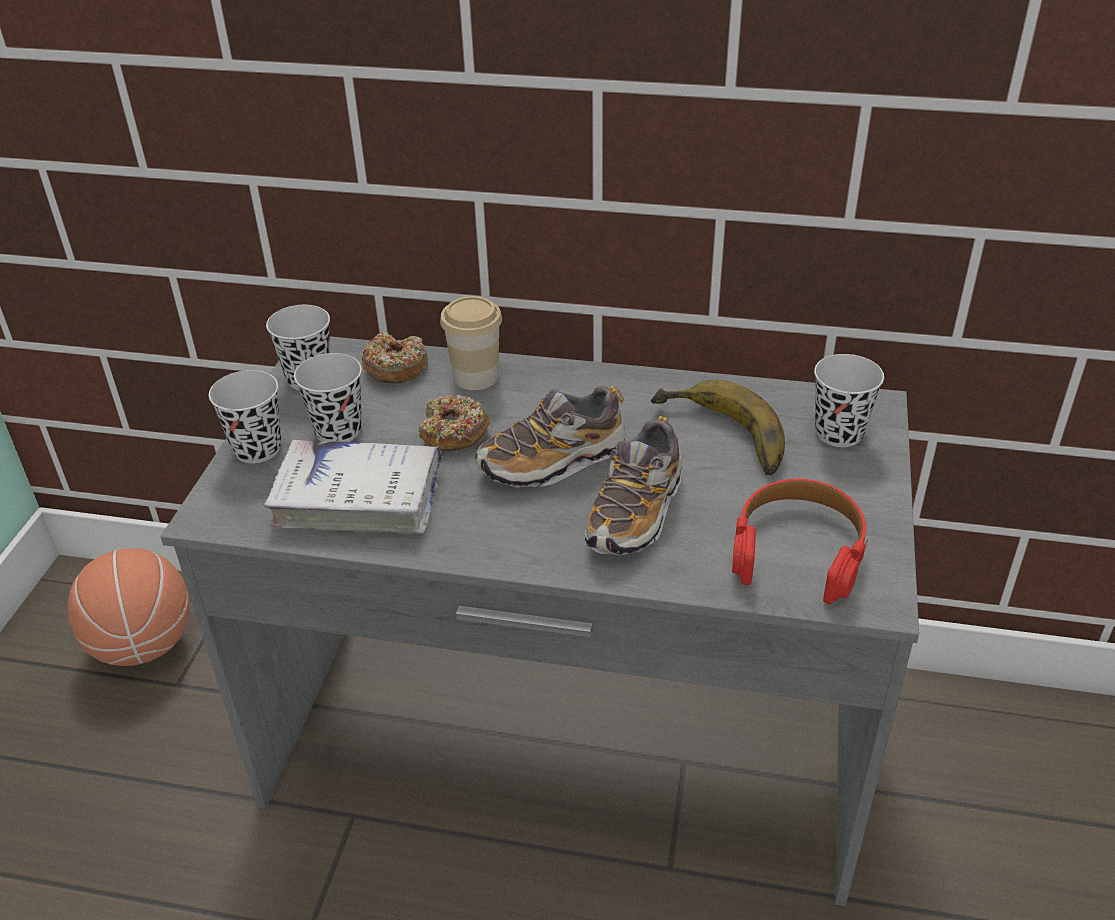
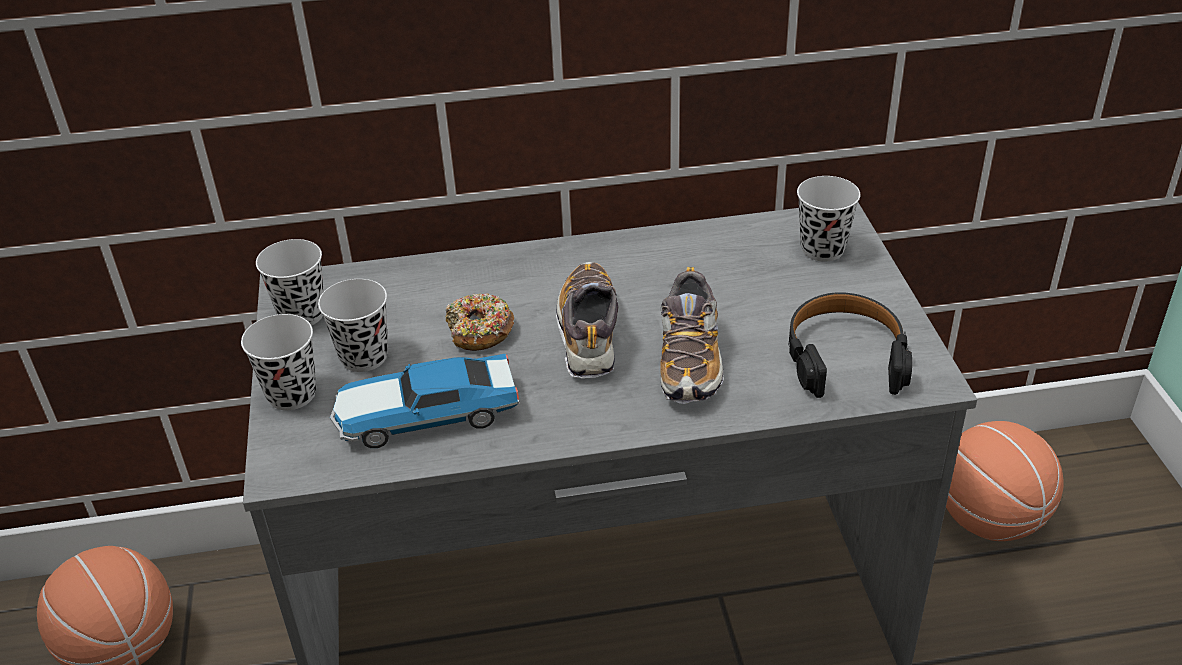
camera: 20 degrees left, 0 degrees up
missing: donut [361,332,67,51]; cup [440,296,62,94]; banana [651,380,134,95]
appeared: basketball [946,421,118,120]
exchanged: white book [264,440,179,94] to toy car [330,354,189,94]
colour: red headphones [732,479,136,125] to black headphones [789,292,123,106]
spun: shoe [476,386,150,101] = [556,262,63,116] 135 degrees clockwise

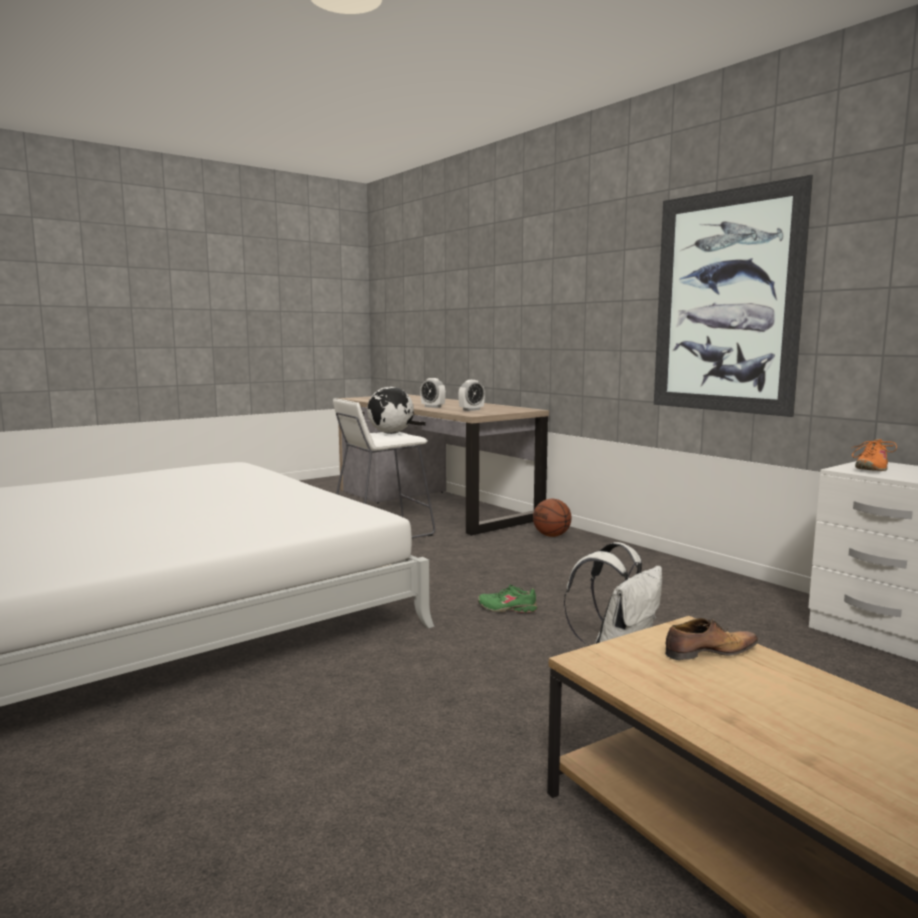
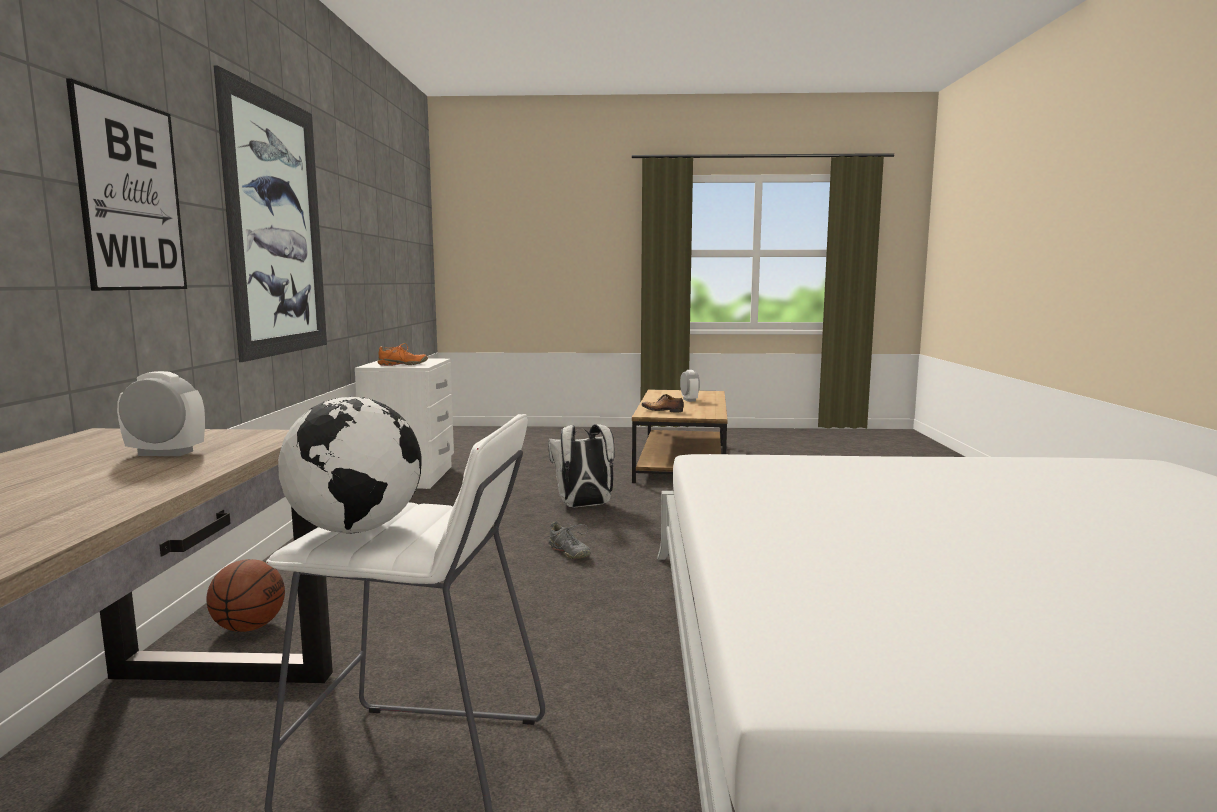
camera: 140 degrees left, 0 degrees up
appeared: picture [66,78,121,213]
relocated: alarm clock [420,378,26,30] to [680,370,20,32]
colour: green shoe [478,585,60,28] to grey shoe [544,521,47,38]

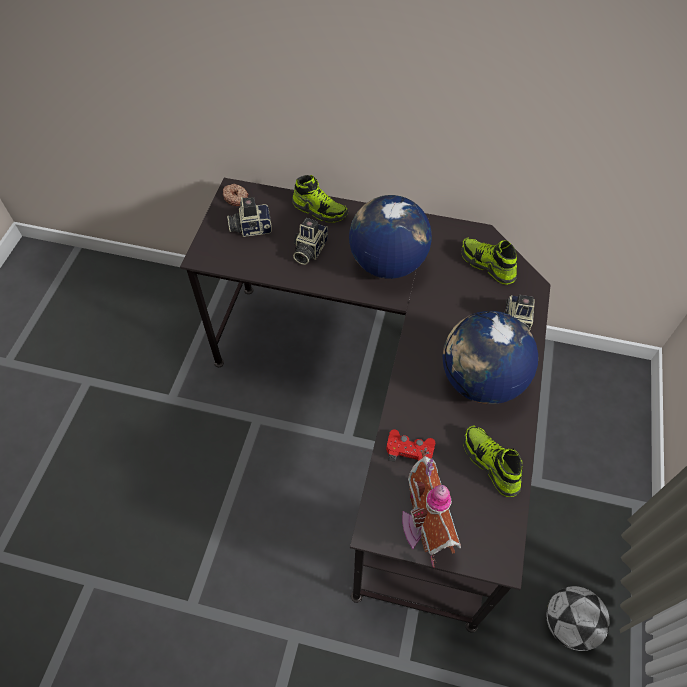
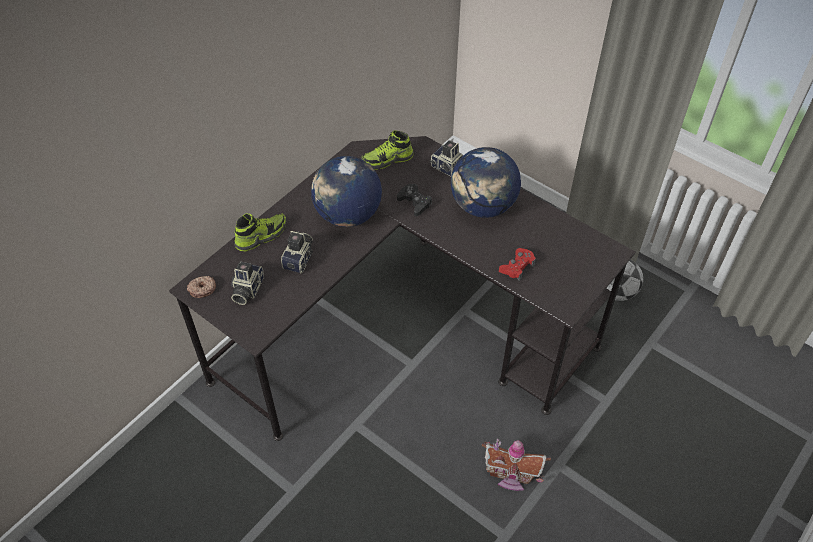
camera: 65 degrees left, 5 degrees down
missing: shoe [463,425,60,72]
appeared: black game controller [397,184,35,32]
relocated: toy house [402,449,59,119] to [482,439,69,52]
spun: photo camera [293,218,35,47] = [281,231,32,42] 120 degrees counterclockwise

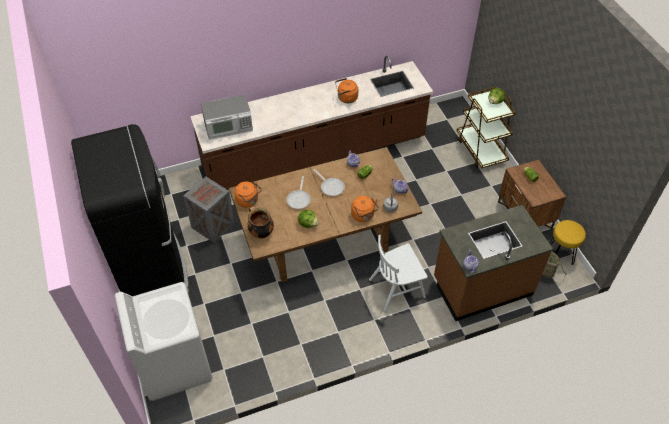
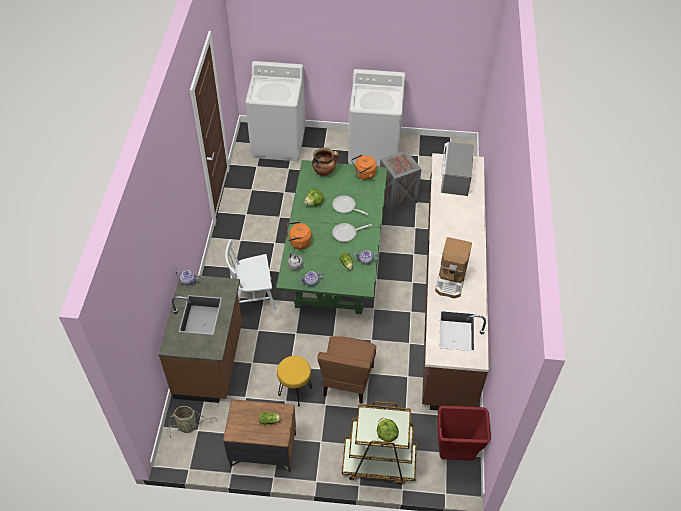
camera: 115 degrees right, 0 degrees up
appeared: brown chair [318,336,59,68]; red trash can [438,406,53,55]
relocated: yellow stool [549,220,37,45] to [277,356,35,50]
exchanged: black fridge [71,124,118,172] to white washing machine [348,69,57,98]; orange kettle [335,78,23,25] to coffee machine [435,237,37,61]
colour: brown dining table [229,147,193,135] to green dining table [276,160,112,154]
spun: white chair [369,235,59,76] = [225,239,52,71] 105 degrees counterclockwise

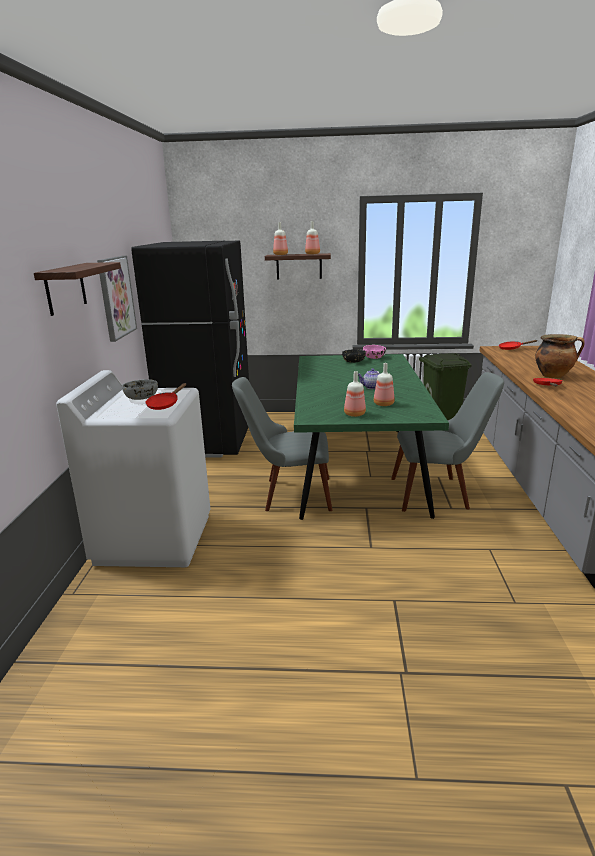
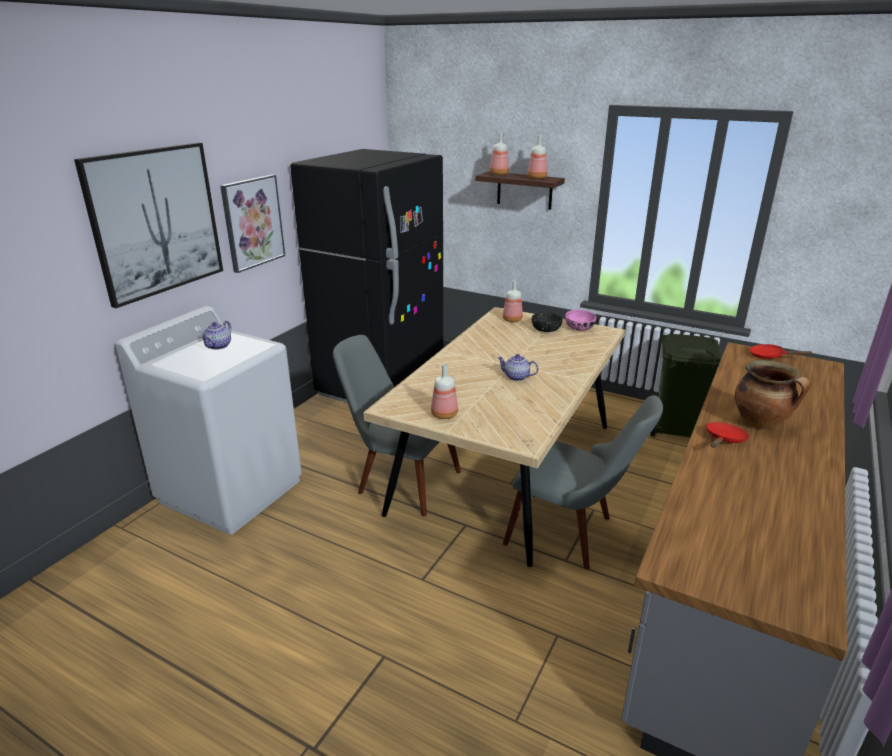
camera: 25 degrees right, 5 degrees up
missing: red frying pan [146,383,40,27]
relocated: bottle [374,363,21,43] to [503,280,20,42]
exchanged: shelf [34,262,87,54] to picture [74,142,149,166]; grey bowl [122,379,36,21] to teapot [200,321,32,29]
colour: green dining table [294,354,155,166] to beige dining table [363,307,262,260]

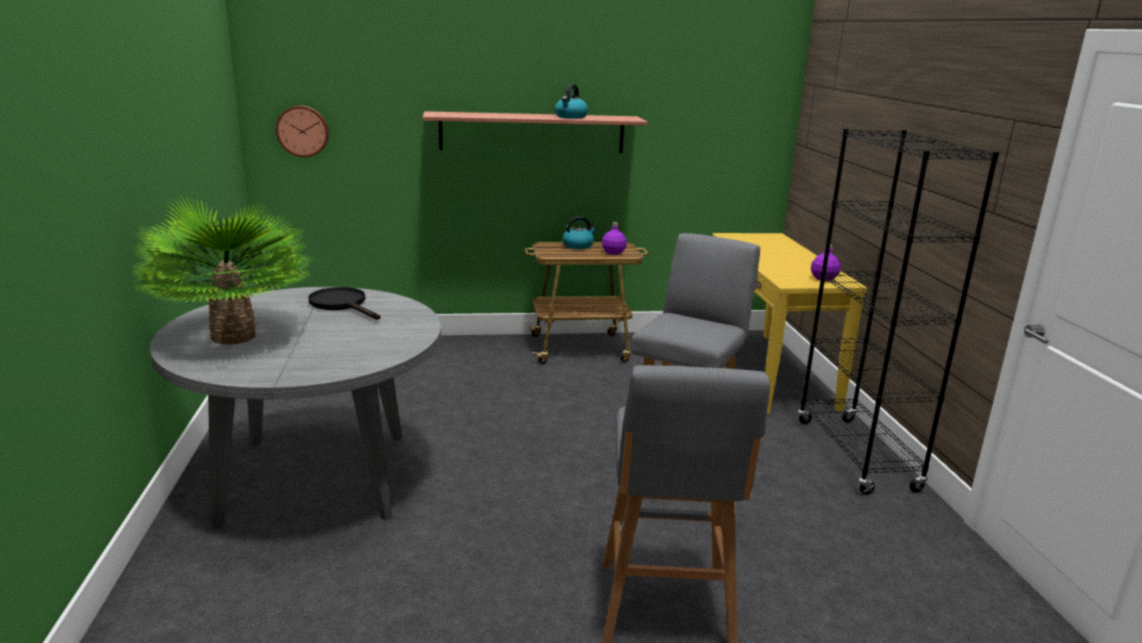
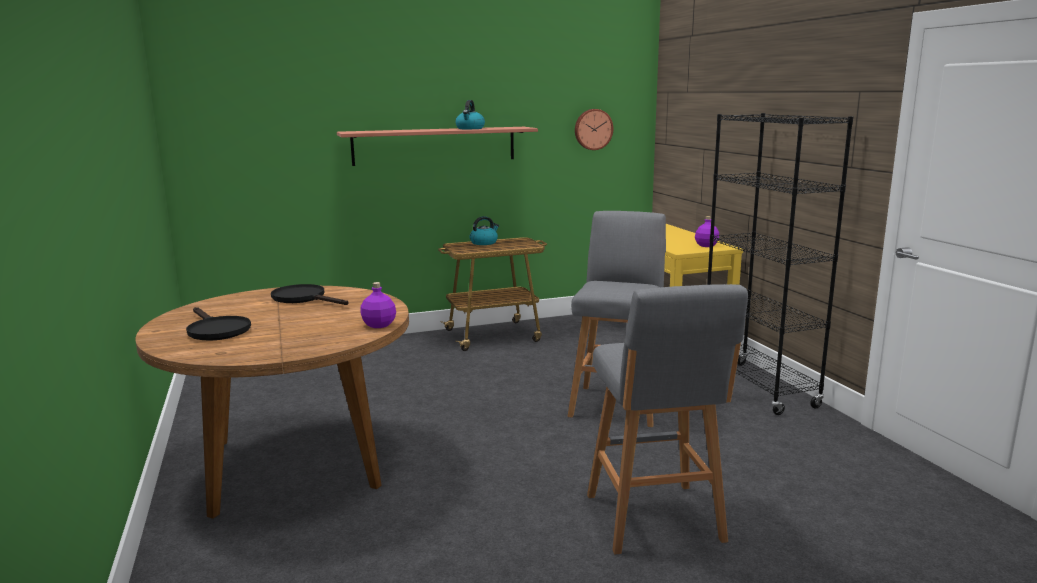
camera: 10 degrees left, 5 degrees down
relocated: purple bottle [602,222,25,33] to [360,282,36,46]; wall clock [276,106,53,51] to [575,109,38,41]
exchanged: potted plant [130,196,181,149] to black frying pan [186,307,65,34]
colour: grey dining table [150,287,291,242] to brown dining table [136,286,273,233]

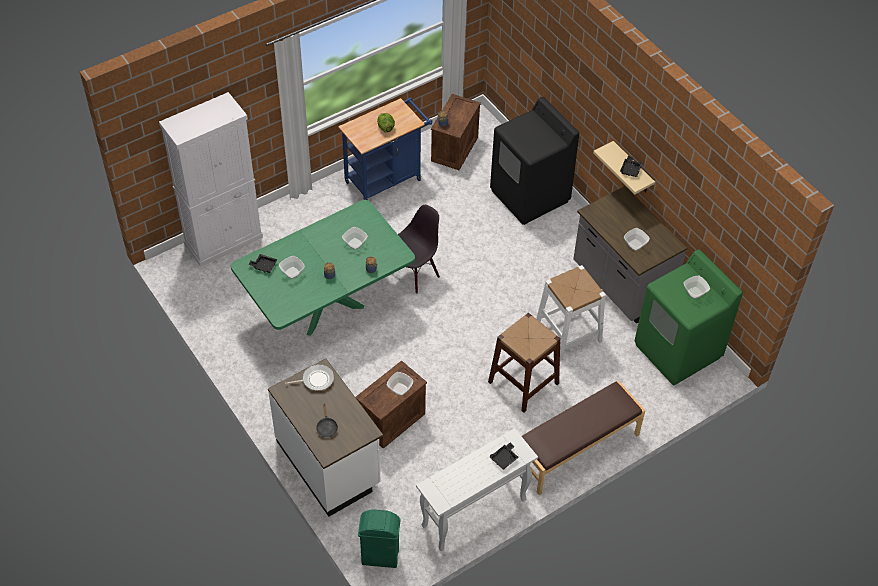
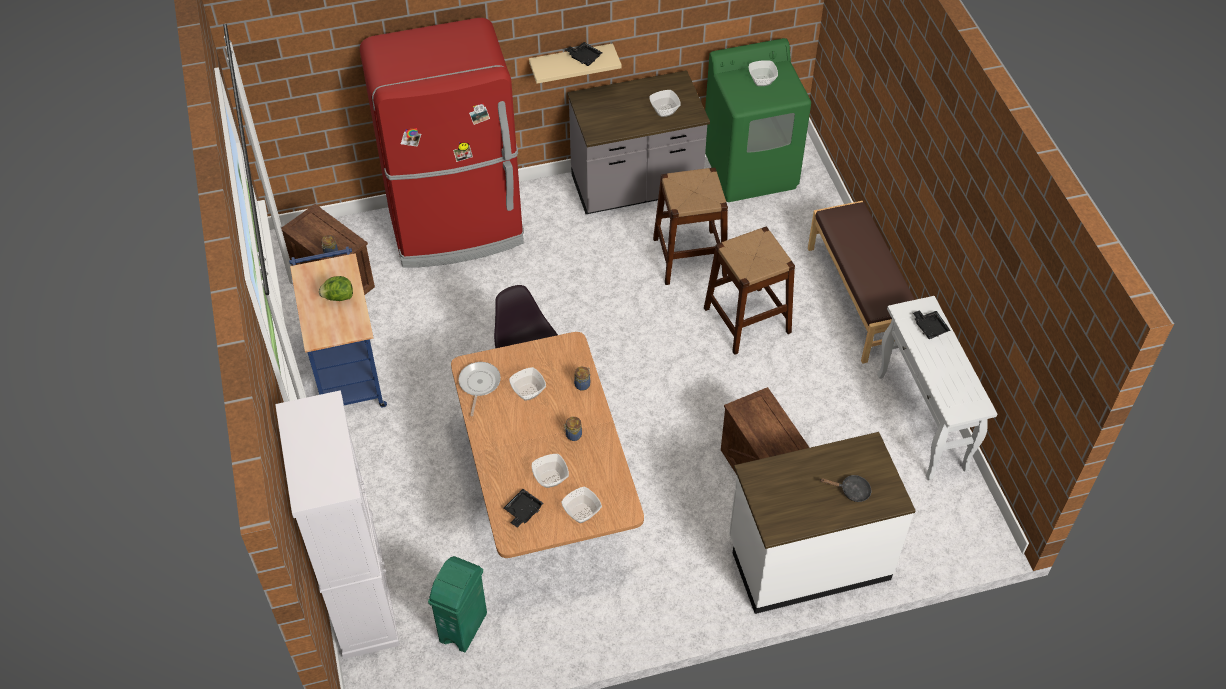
camera: 70 degrees left, 0 degrees up
relocated: green trash can [358,509,43,59] to [428,556,59,96]; frying pan [285,364,49,27] to [459,362,42,54]; bowl [387,372,26,24] to [561,487,41,36]
exchanged: black washing machine [490,97,89,128] to red fridge [360,18,164,250]
colour: green dining table [231,200,184,136] to brown dining table [451,332,193,226]; white stool [536,265,70,96] to brown stool [653,167,75,118]

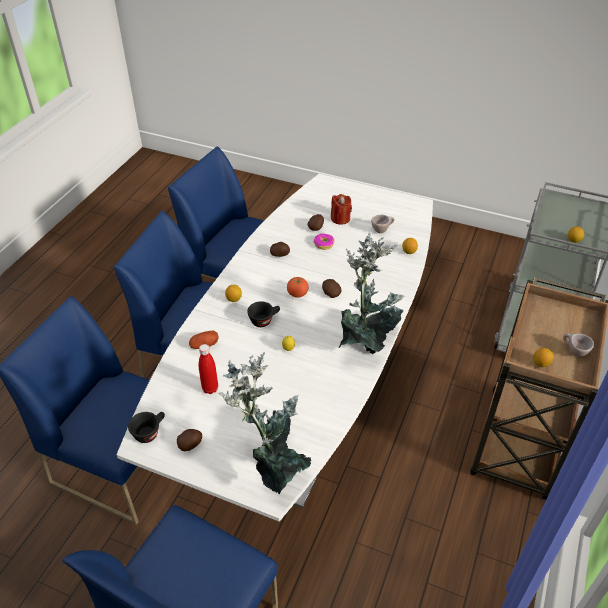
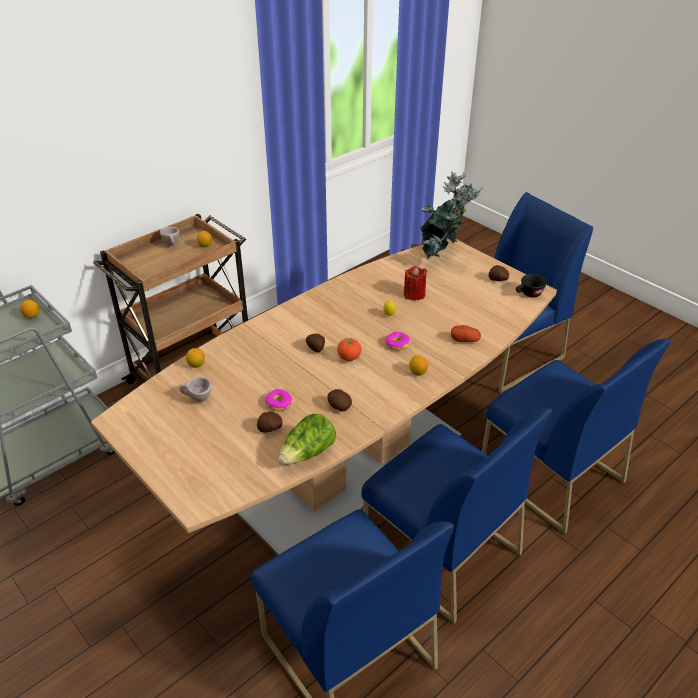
camera: 155 degrees left, 5 degrees down
missing: red bottle [199,344,19,50]; potted plant [338,233,67,121]
appeared: lettuce [279,414,57,50]
relocated: red candle [331,194,21,31] to [404,266,23,34]
exchanged: black cup [247,301,33,26] to donut [385,332,25,19]
colour: white dining table [117,174,316,348] to brown dining table [91,239,466,316]

